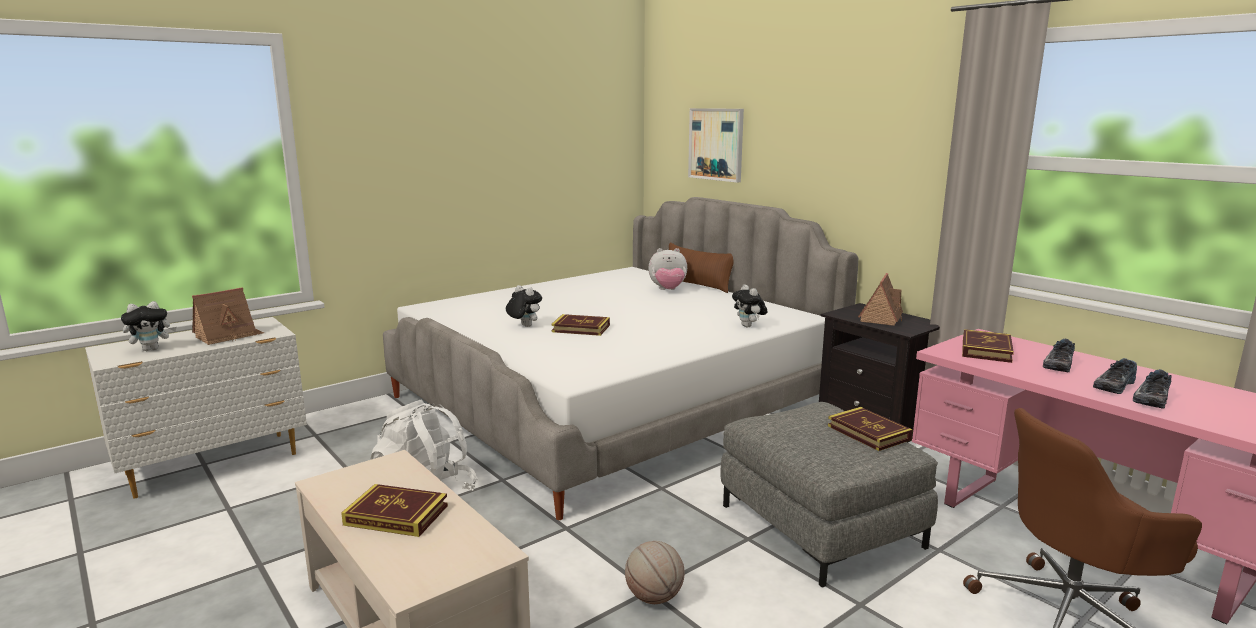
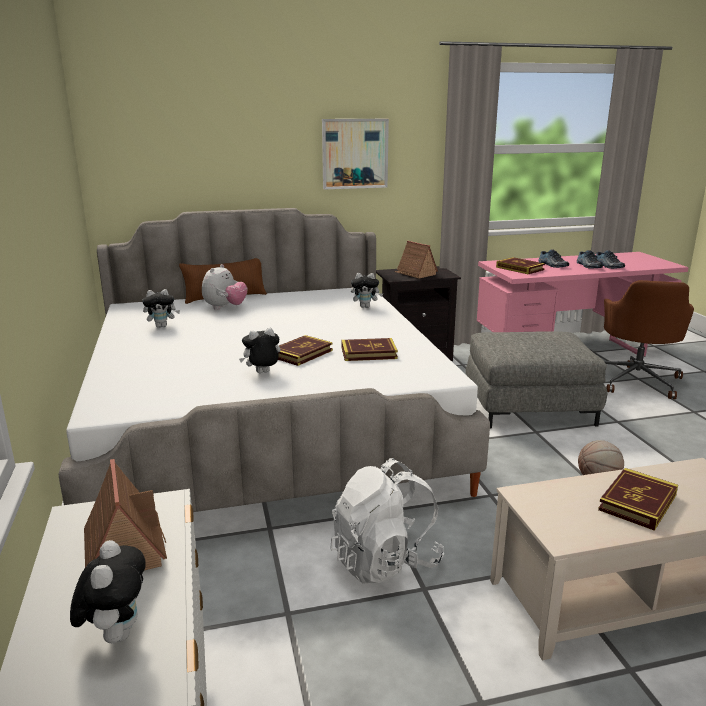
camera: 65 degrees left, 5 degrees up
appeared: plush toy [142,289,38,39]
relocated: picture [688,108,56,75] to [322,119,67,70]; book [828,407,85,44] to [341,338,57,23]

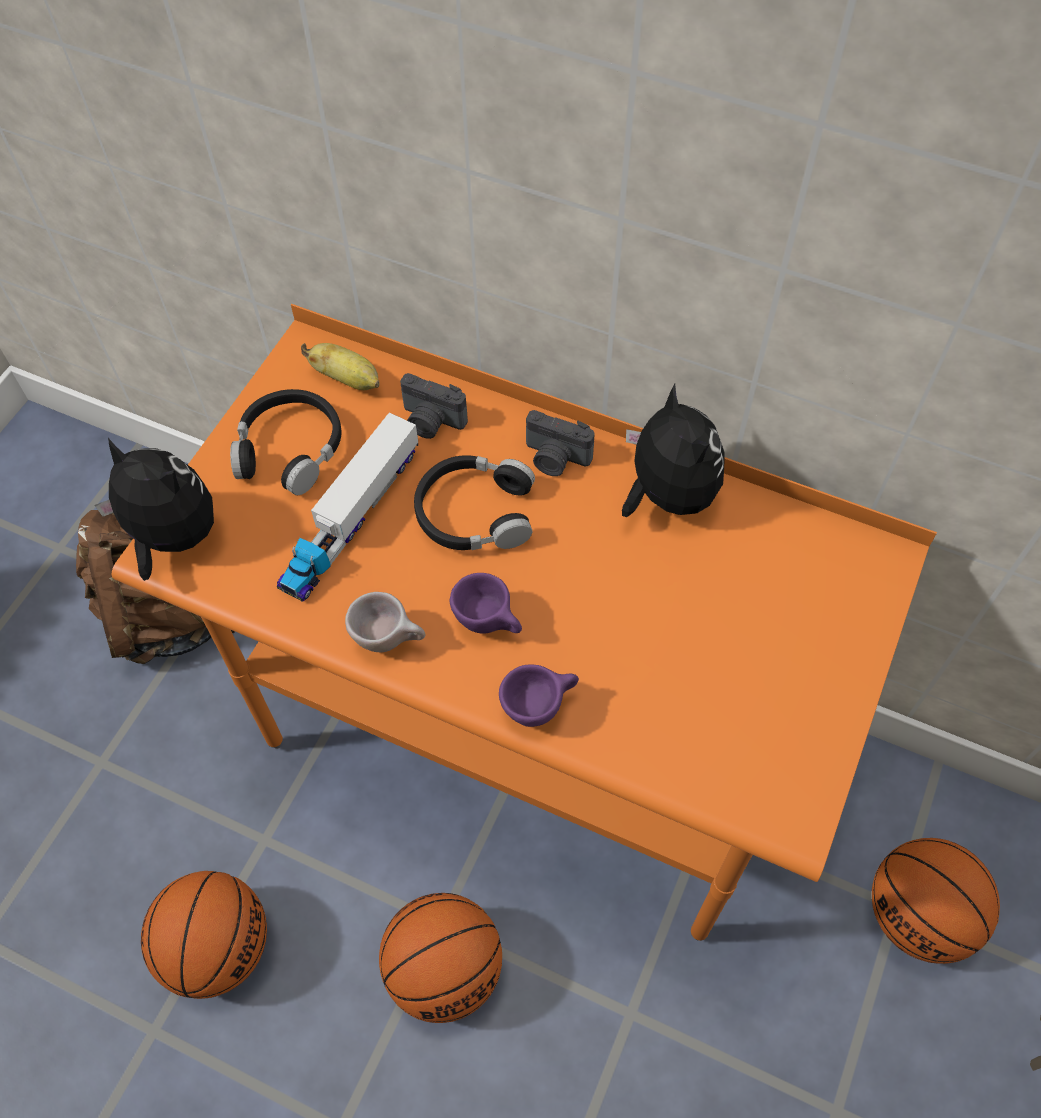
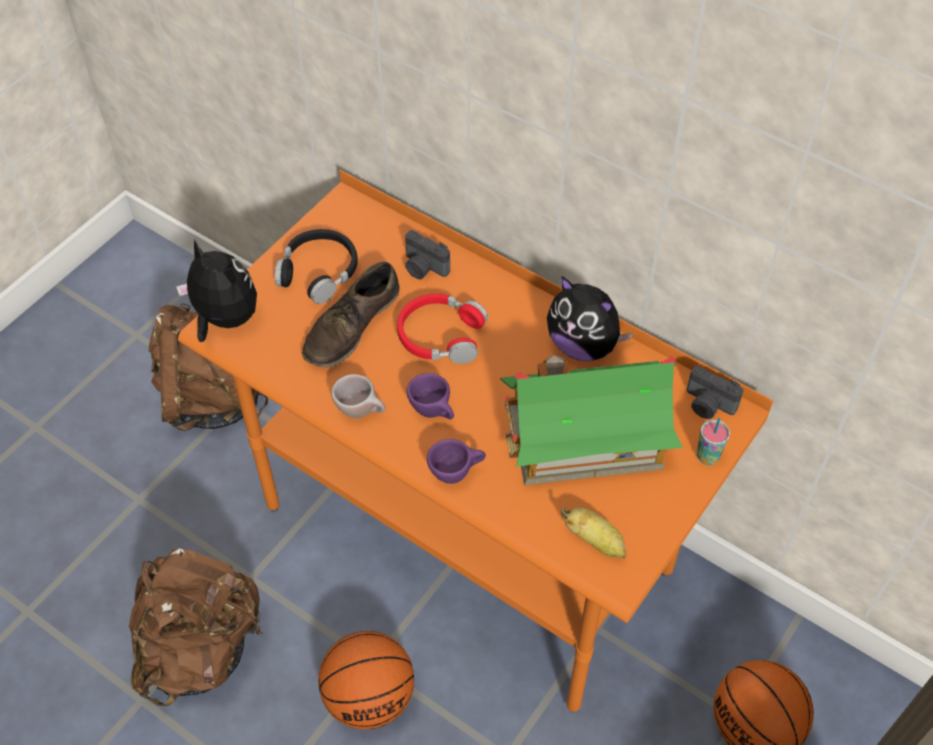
camera: 10 degrees right, 5 degrees down
appeared: toy house [500,355,183,130]; cup [697,418,33,47]
relocated: banana [301,343,79,47] to [561,507,65,52]; photo camera [526,410,69,66] to [687,365,56,54]
exchanged: basketball [141,871,126,128] to brown backpack [129,548,134,158]; toy truck [277,412,141,190] to brown shoe [302,262,98,105]
colour: black headphones [414,455,121,95] to red headphones [397,293,91,71]
spun: plush toy [622,384,103,133] = [547,276,86,85] 135 degrees clockwise

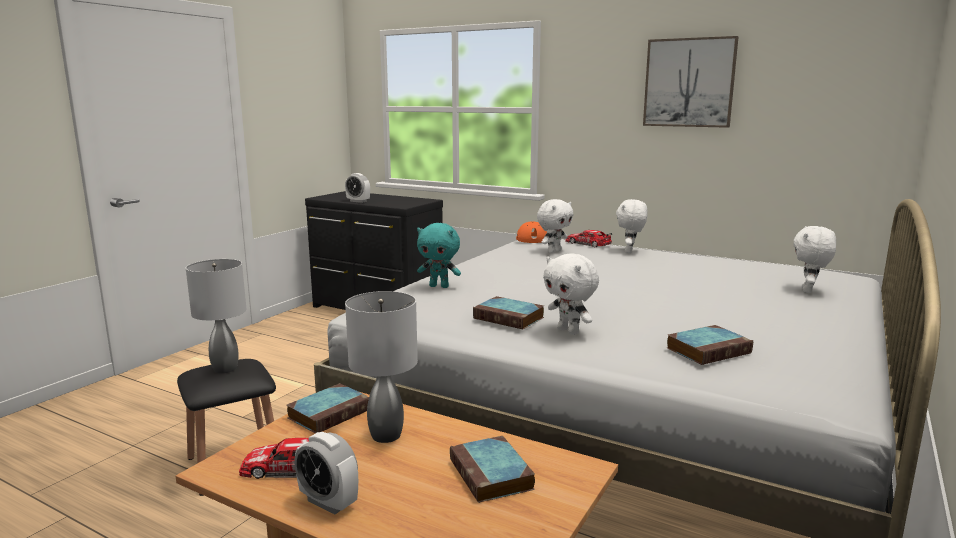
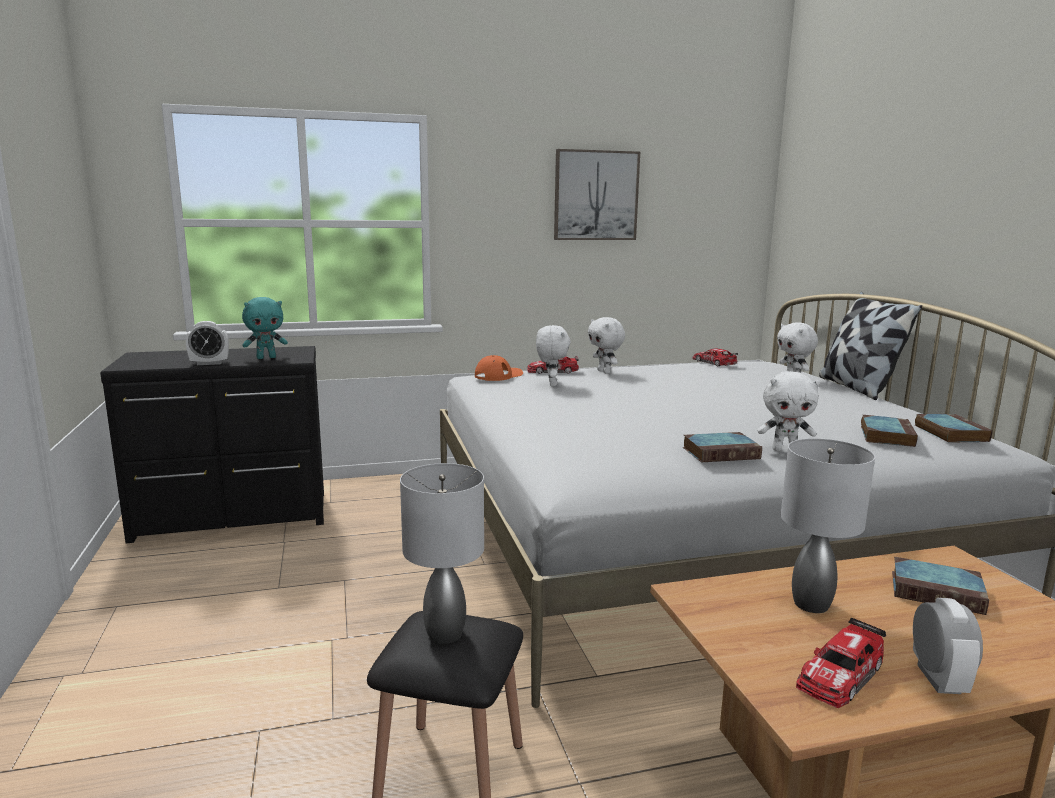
camera: 45 degrees left, 0 degrees up
appeared: toy car [692,349,46,18]; pillow [819,292,103,108]
relocated: turquoise plush toy [417,223,44,65] to [242,297,46,62]; book [286,383,83,50] to [914,414,78,28]
spun: alarm clock [294,432,64,82] = [913,598,70,96] 75 degrees counterclockwise

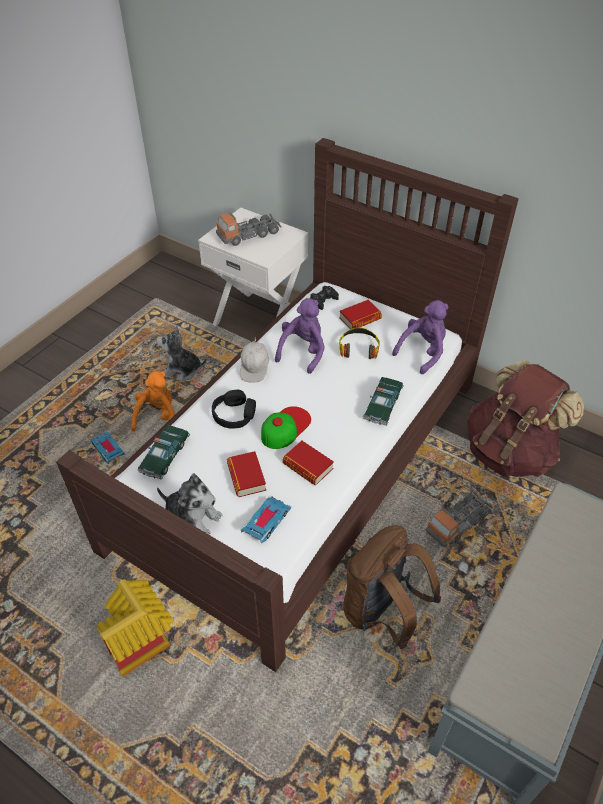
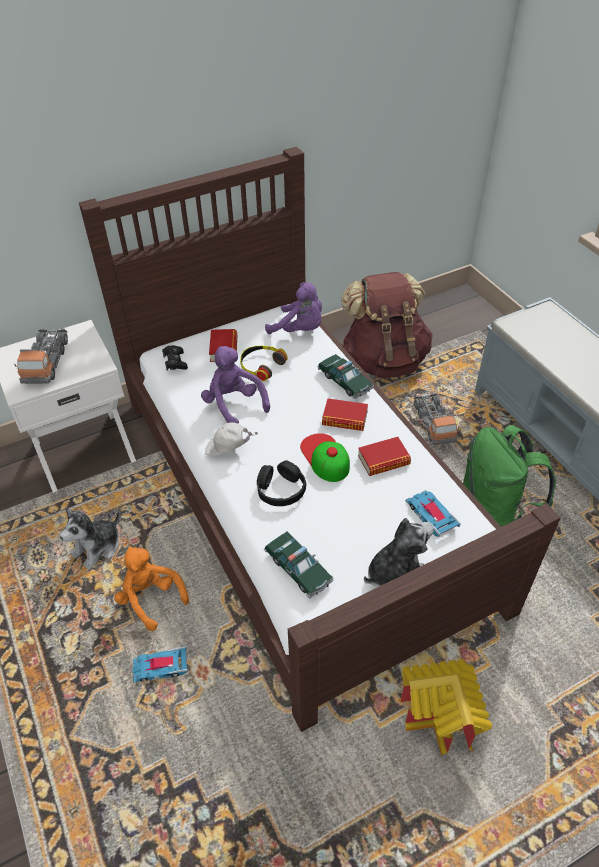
camera: 60 degrees left, 0 degrees up
relocated: book [227,451,39,46] to [322,398,46,33]
colour: brown backpack [343,525,98,124] to green backpack [463,425,93,102]
spun: white cap [240,337,29,46] = [205,422,53,34] 150 degrees clockwise; purple plush toy [392,300,56,74] = [265,282,57,52] 135 degrees clockwise

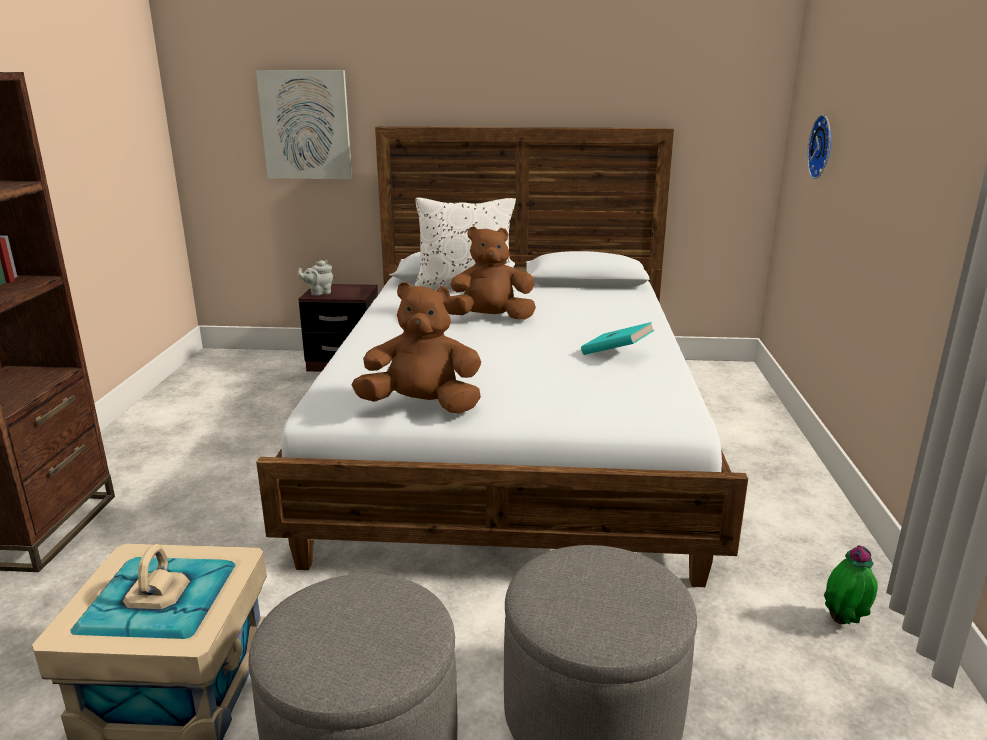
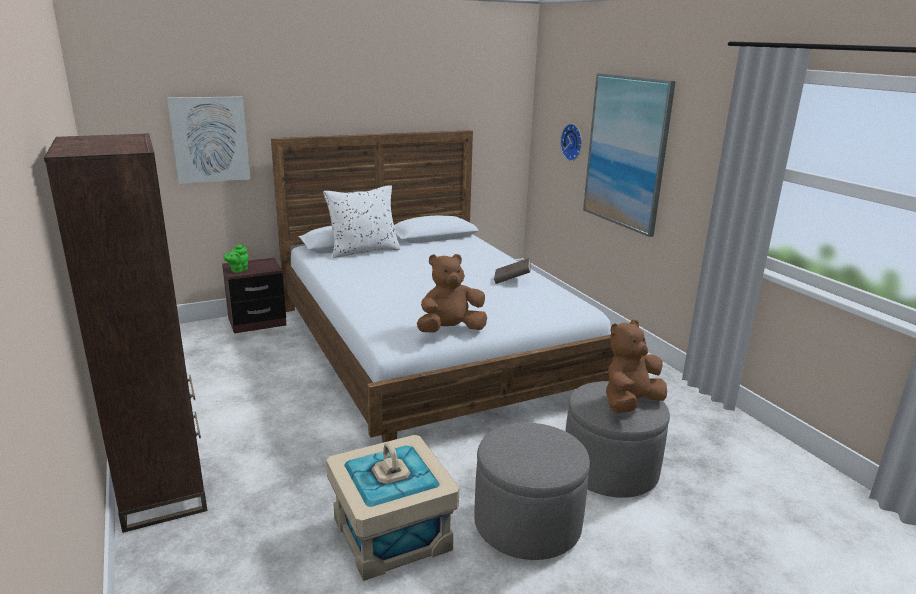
camera: 30 degrees left, 0 degrees up
missing: potted plant [824,545,54,79]
appeared: picture [583,73,93,164]
relocated: brown plush toy [445,226,91,94] to [606,319,61,94]
colour: grey teapot [298,260,35,36] to green teapot [223,244,25,29]; turquoise book [581,322,74,33] to brown book [494,258,37,26]

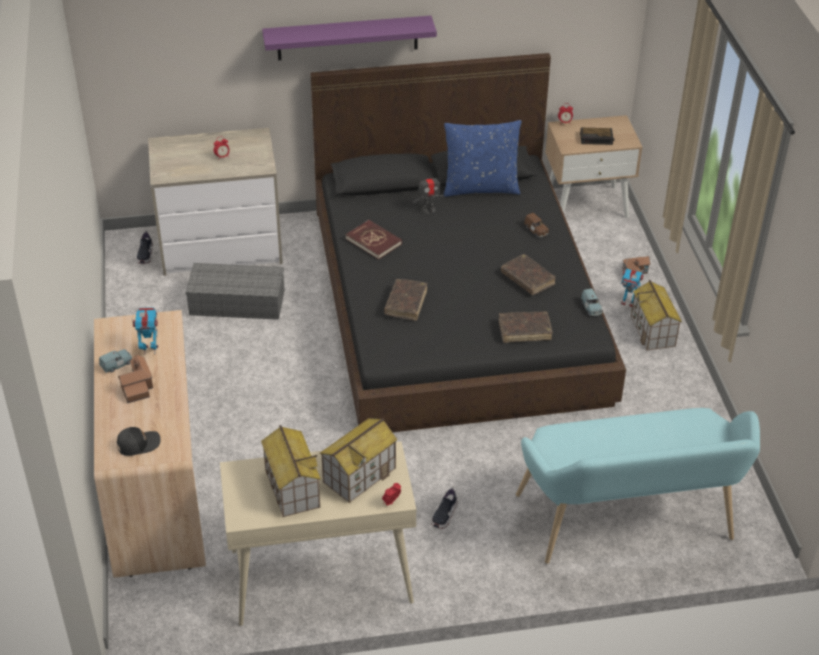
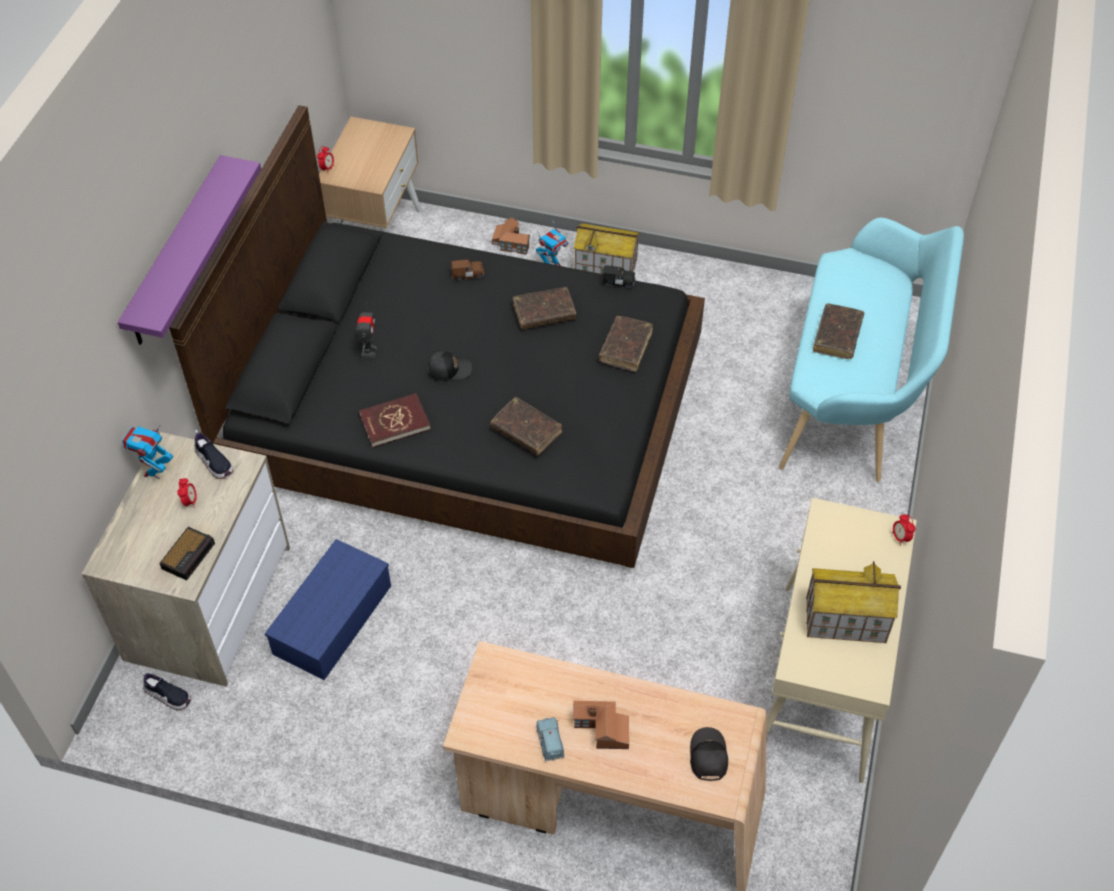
camera: 65 degrees left, 10 degrees up
missing: toy house [320,418,78,85]; blue pillow [444,120,78,77]
appeared: black cap [428,351,44,30]; brown book [813,303,52,56]
relocated: toy robot [132,307,26,48] to [122,426,51,53]; alarm clock [580,128,35,17] to [159,527,56,53]; shoe [431,486,27,43] to [194,430,39,49]
colour: grey storage box [185,263,100,57] to blue storage box [265,539,126,141]; blue toy car [581,289,21,27] to black toy car [602,265,33,23]

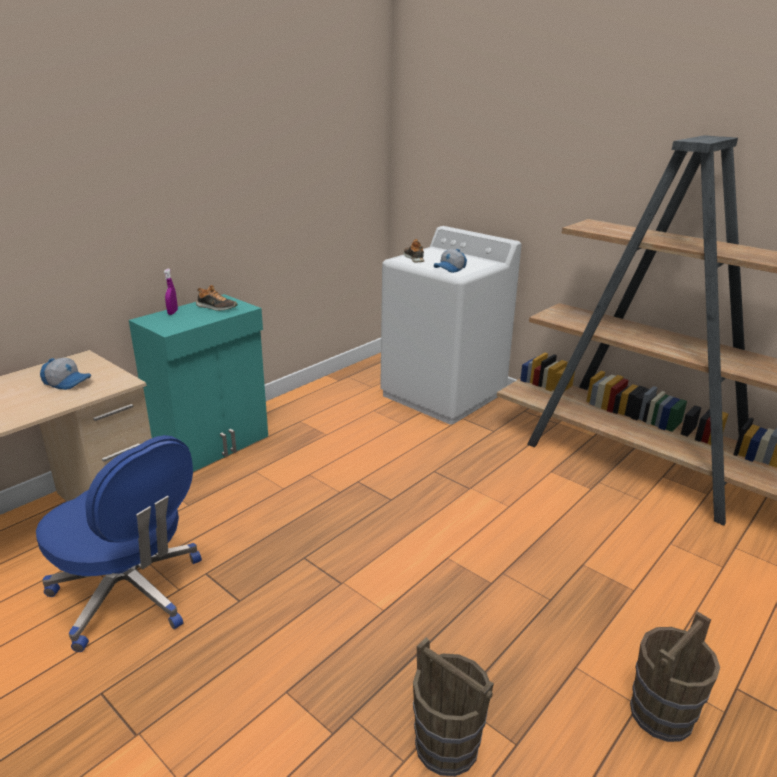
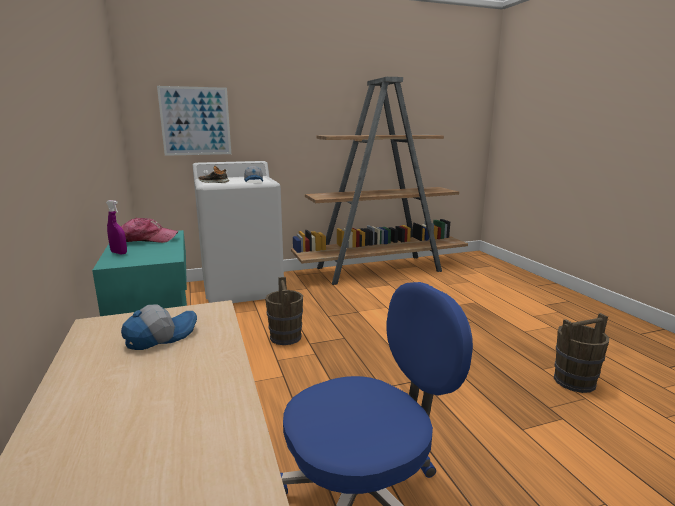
camera: 60 degrees left, 10 degrees down
appeared: picture [157,86,74,70]
relocated: brown bucket [630,611,90,131] to [265,277,38,68]
exchanged: shoe [196,285,42,26] to cap [121,218,57,25]

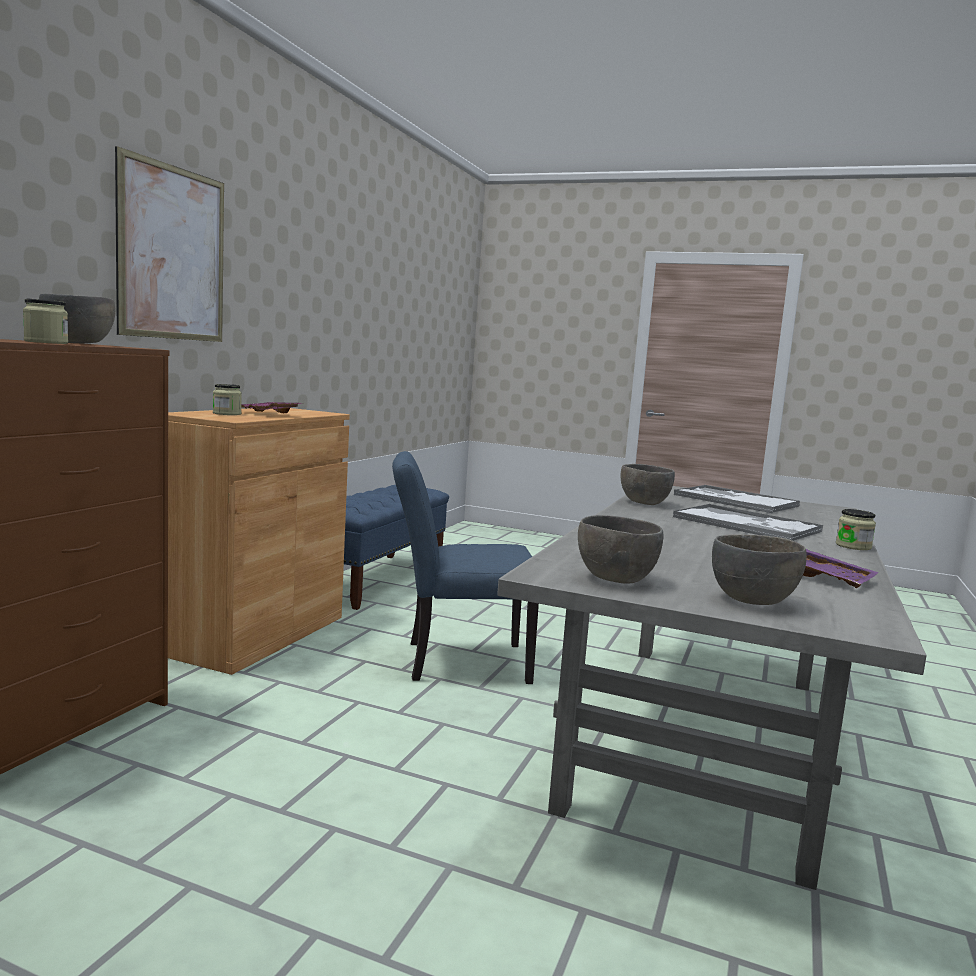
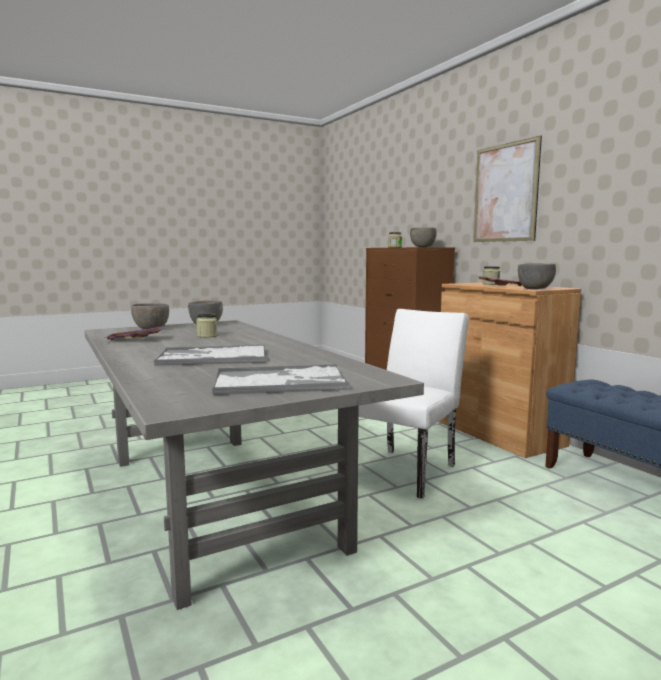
camera: 130 degrees right, 0 degrees up
relocated: jar [836,509,40,41] to [196,314,22,24]; grey bowl [621,464,54,41] to [518,263,38,26]
colour: blue chair [392,451,147,233] to white chair [358,309,111,190]

